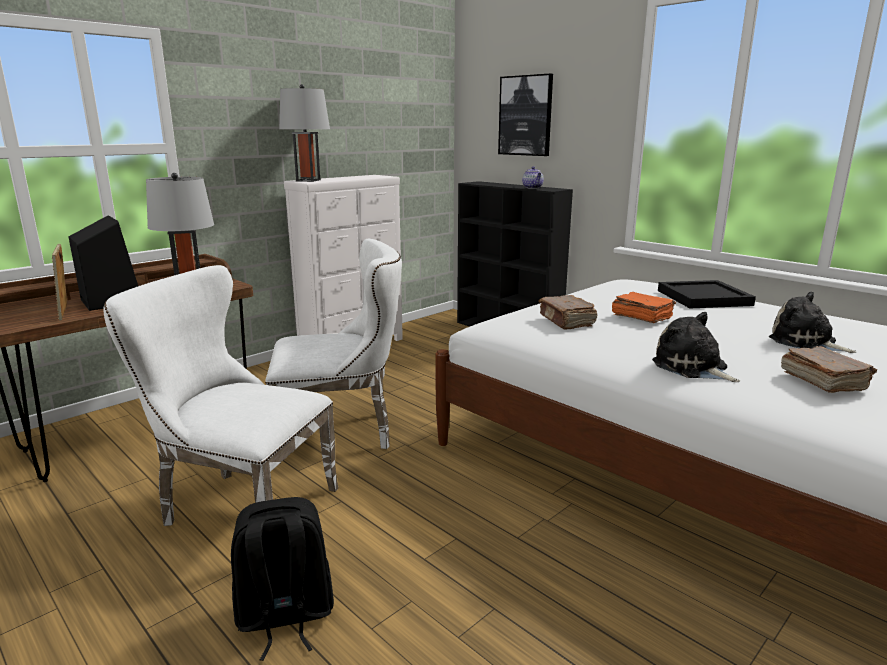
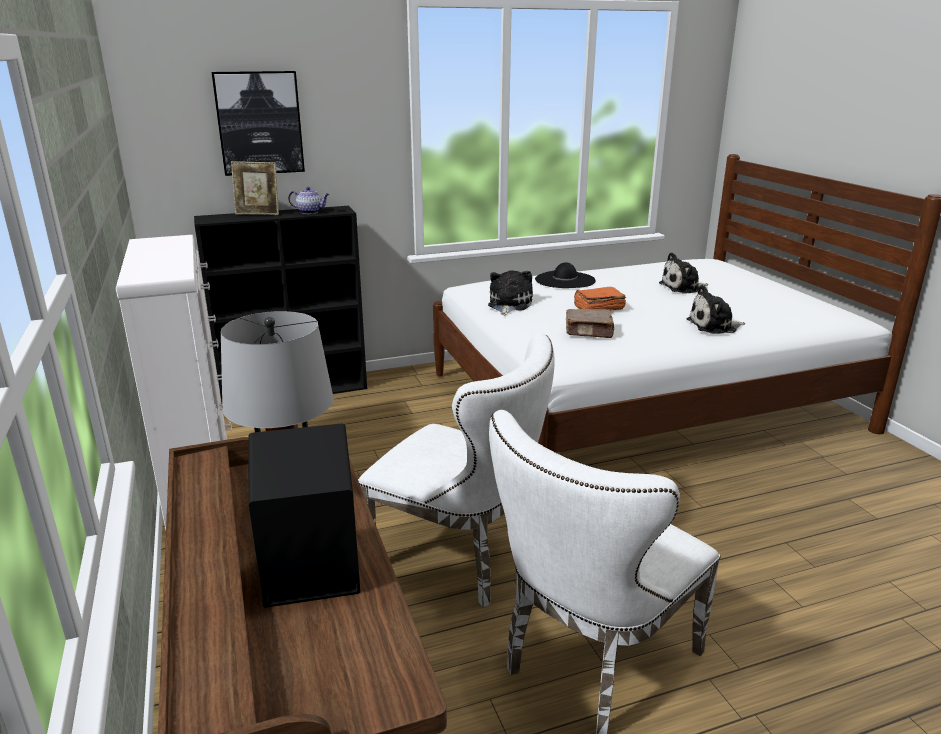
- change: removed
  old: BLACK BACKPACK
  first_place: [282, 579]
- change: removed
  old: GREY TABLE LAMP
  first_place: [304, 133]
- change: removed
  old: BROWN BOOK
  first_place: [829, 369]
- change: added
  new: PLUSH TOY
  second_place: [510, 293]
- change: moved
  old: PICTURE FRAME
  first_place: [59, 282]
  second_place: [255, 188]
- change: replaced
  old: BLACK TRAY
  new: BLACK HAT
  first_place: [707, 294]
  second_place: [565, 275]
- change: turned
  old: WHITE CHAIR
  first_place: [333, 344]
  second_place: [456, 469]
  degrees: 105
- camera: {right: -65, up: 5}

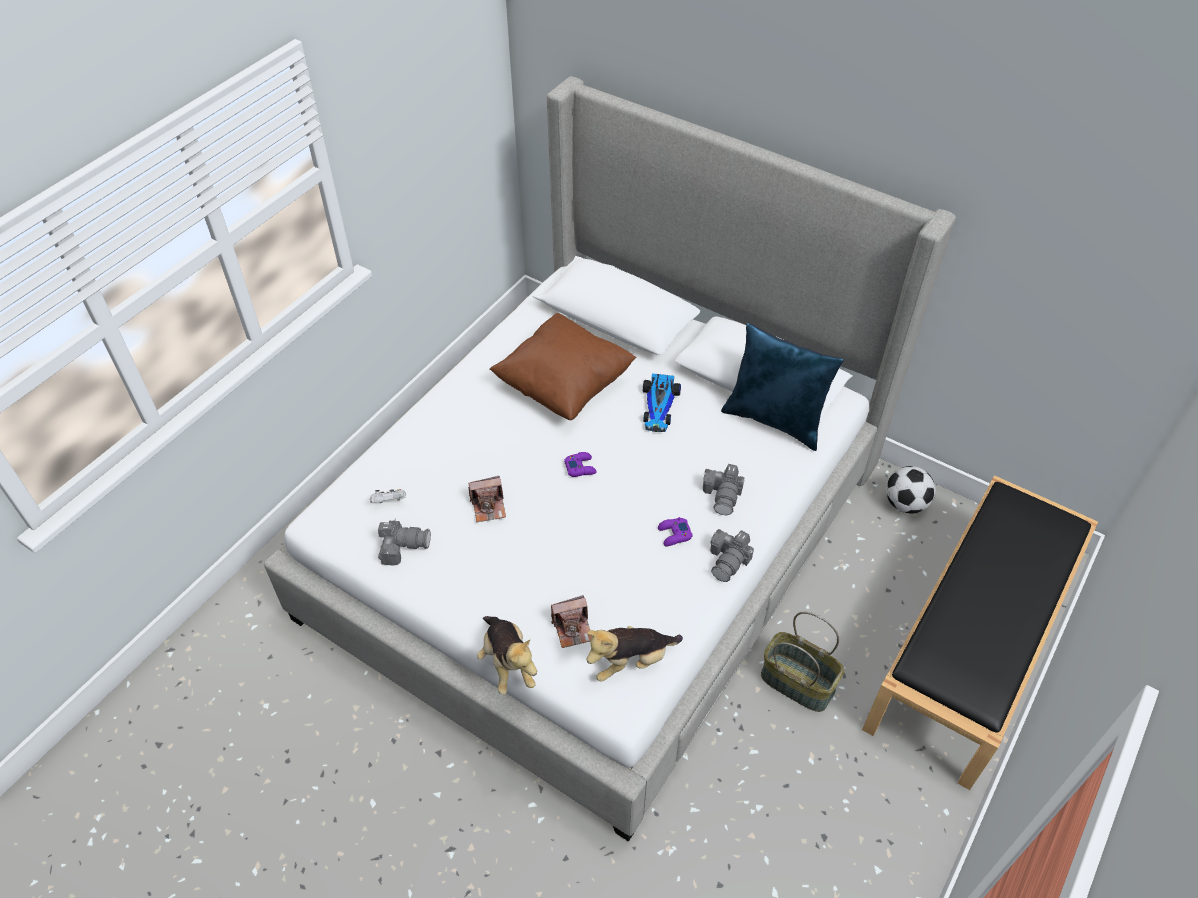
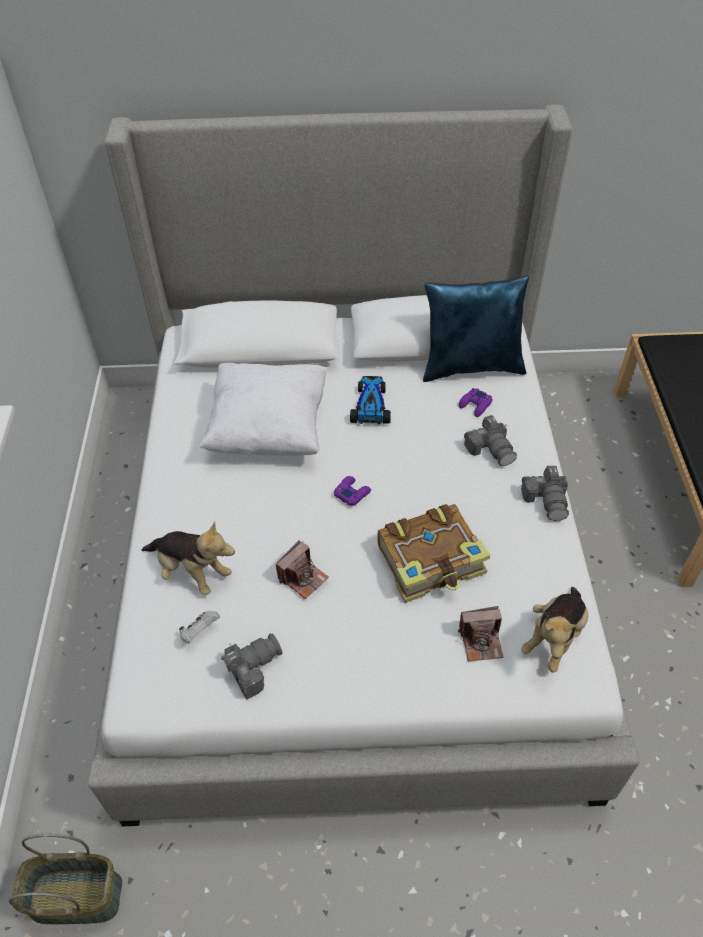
- change: removed
  old: FOOTBALL
  first_place: [911, 490]
- change: added
  new: BOOK
  second_place: [433, 553]
- change: moved
  old: PLUSH TOY
  first_place: [507, 655]
  second_place: [188, 558]
- change: moved
  old: PURPLE GAME CONTROLLER
  first_place: [675, 531]
  second_place: [475, 402]
- change: moved
  old: BASKET
  first_place: [802, 662]
  second_place: [65, 879]
- change: recoloured
  old: BROWN PILLOW
  new: WHITE PILLOW
  first_place: [563, 366]
  second_place: [263, 409]
- change: turned
  old: PHOTO CAMERA
  first_place: [571, 621]
  second_place: [480, 633]
  degrees: 45
- change: turned
  old: TOY CAR
  first_place: [661, 402]
  second_place: [370, 400]
  degrees: -150
- camera: {right: -35, up: 0}

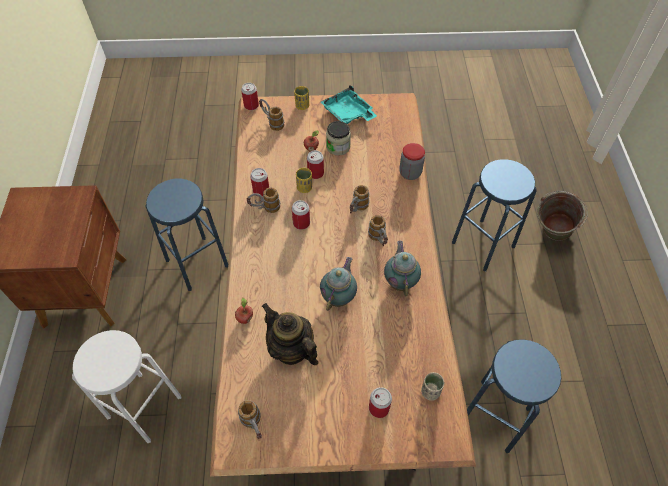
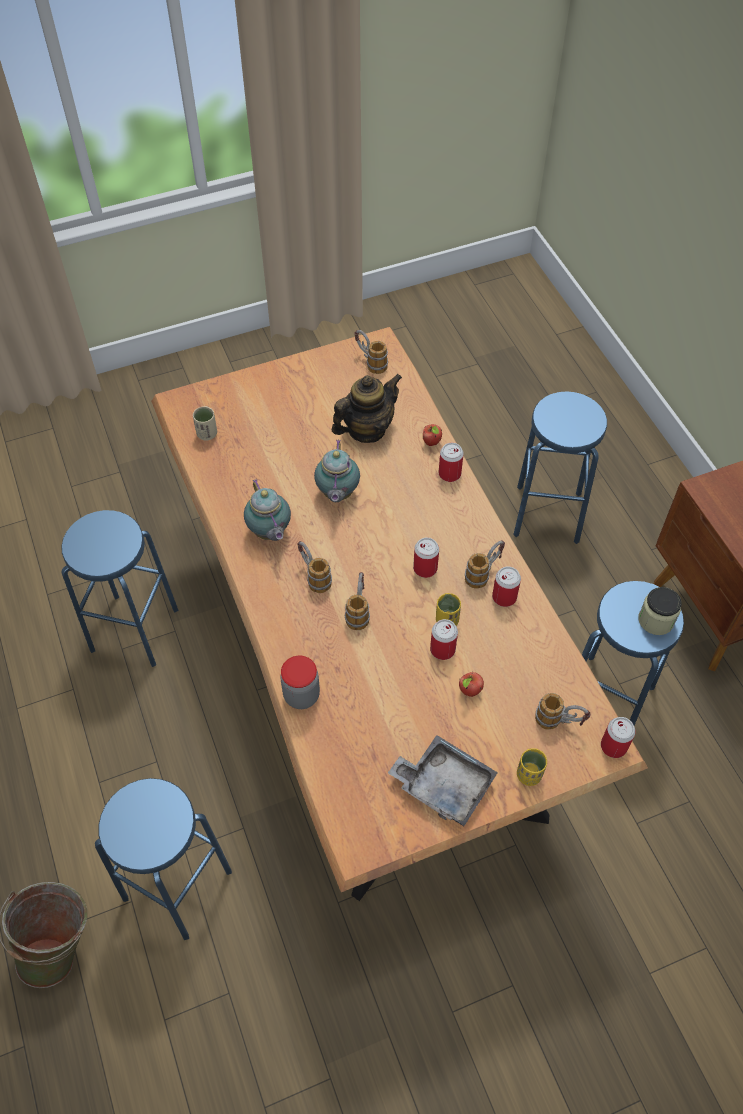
- change: moved
  old: JAR
  first_place: [338, 138]
  second_place: [660, 611]
- change: moved
  old: CAN
  first_place: [380, 402]
  second_place: [451, 462]
- change: recoloured
  old: WHITE STOOL
  new: BLUE STOOL
  first_place: [126, 386]
  second_place: [560, 467]
- change: recoloured
  old: TURQUOISE TRAY
  new: GREY TRAY
  first_place: [349, 104]
  second_place: [443, 780]
- change: turned
  old: TEAPOT
  first_place: [290, 334]
  second_place: [367, 408]
  degrees: -60
- camera: {right: 160, up: 0}

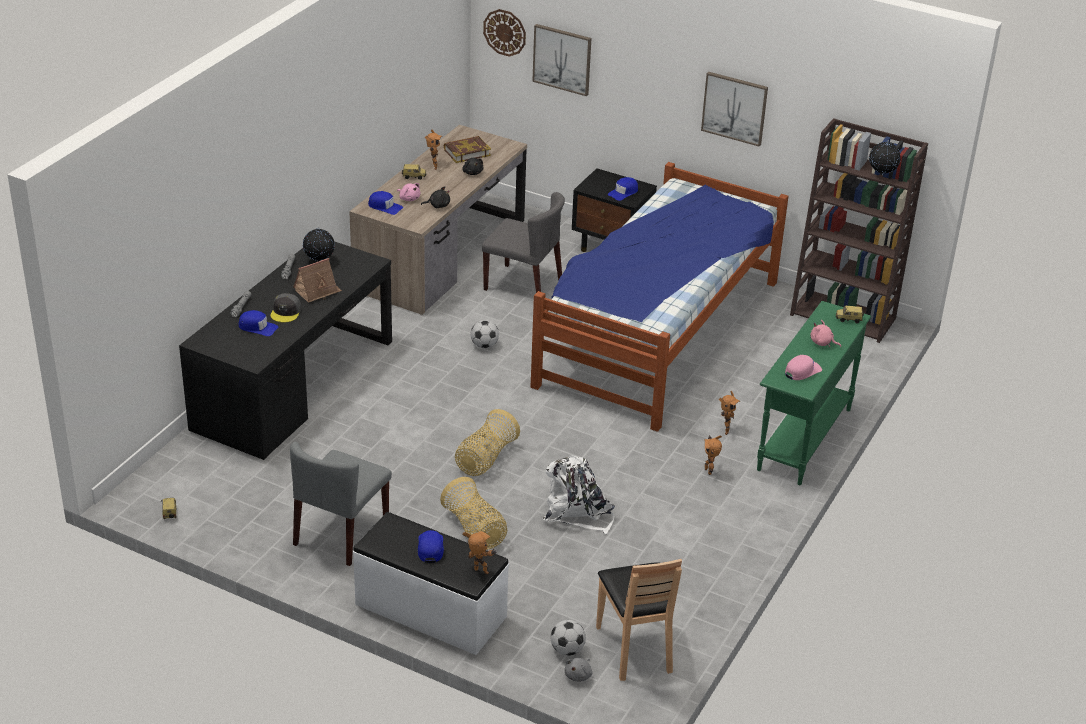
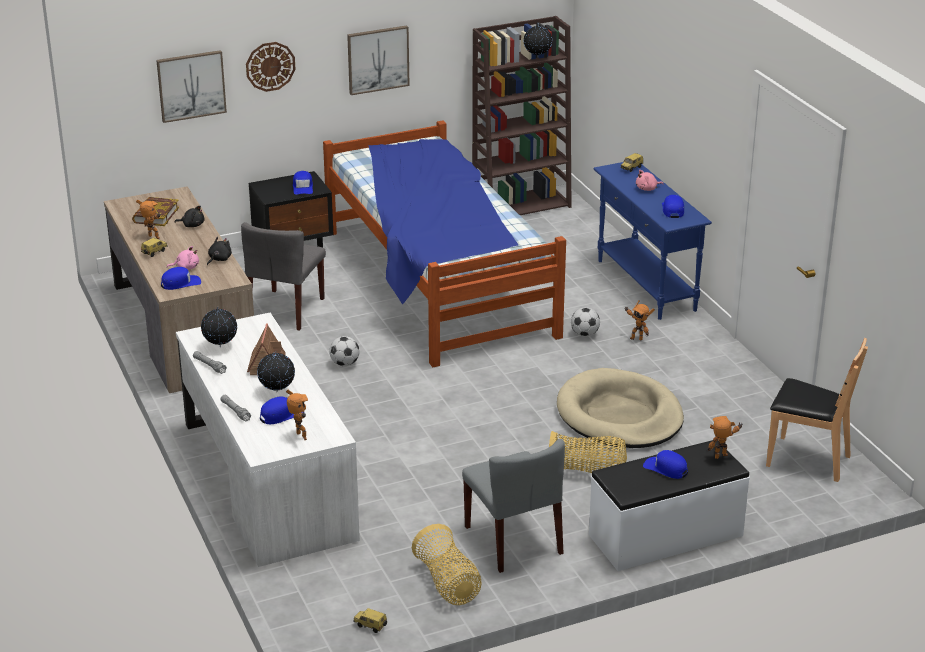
- change: removed
  old: GREY PLUSH TOY
  first_place: [578, 670]
- change: moved
  old: BASKET
  first_place: [487, 442]
  second_place: [446, 564]
- change: moved
  old: WALL CLOCK
  first_place: [504, 33]
  second_place: [271, 67]
- change: moved
  old: FOOTBALL
  first_place: [568, 638]
  second_place: [585, 322]
- change: moved
  old: TOY ROBOT
  first_place: [729, 413]
  second_place: [297, 415]
- change: replaced
  old: GREY CAP
  new: GLOBE
  first_place: [286, 307]
  second_place: [276, 371]
- change: replaced
  old: WHITE BACKPACK
  new: BEIGE DOG BED
  first_place: [579, 494]
  second_place: [620, 408]
- change: recoloured
  old: BLACK DESK
  new: WHITE DESK
  first_place: [285, 350]
  second_place: [268, 440]
- change: recoloured
  old: GREEN CONSOLE TABLE
  new: BLUE CONSOLE TABLE
  first_place: [814, 393]
  second_place: [652, 241]
- change: recoloured
  old: PINK CAP
  new: BLUE CAP
  first_place: [803, 367]
  second_place: [673, 206]
- change: turned
  old: GREY CHAIR
  first_place: [523, 242]
  second_place: [283, 276]
  degrees: 135
- camera: {right: -50, up: -5}

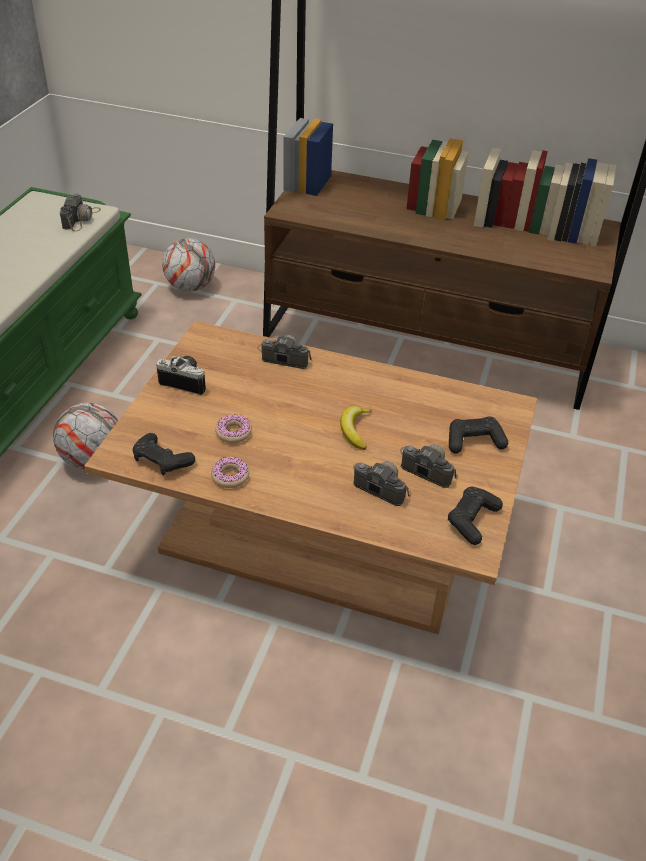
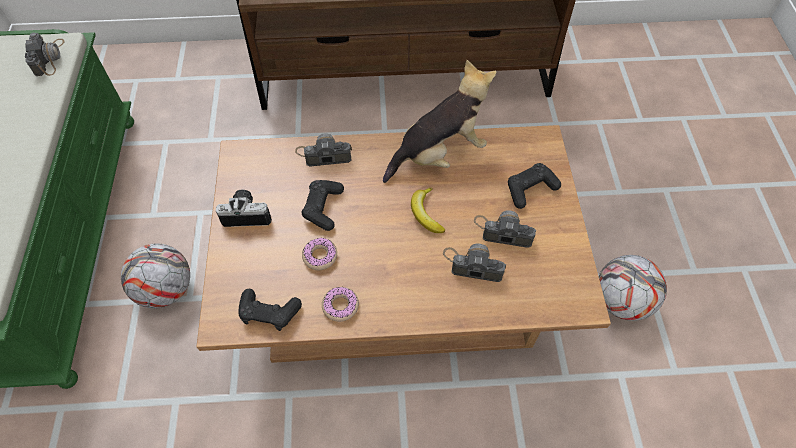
- change: added
  new: PLUSH TOY
  second_place: [439, 121]
- change: moved
  old: FOOTBALL
  first_place: [188, 264]
  second_place: [633, 288]
- change: moved
  old: BLACK GAME CONTROLLER
  first_place: [475, 515]
  second_place: [322, 205]
- camera: {right: -20, up: 15}

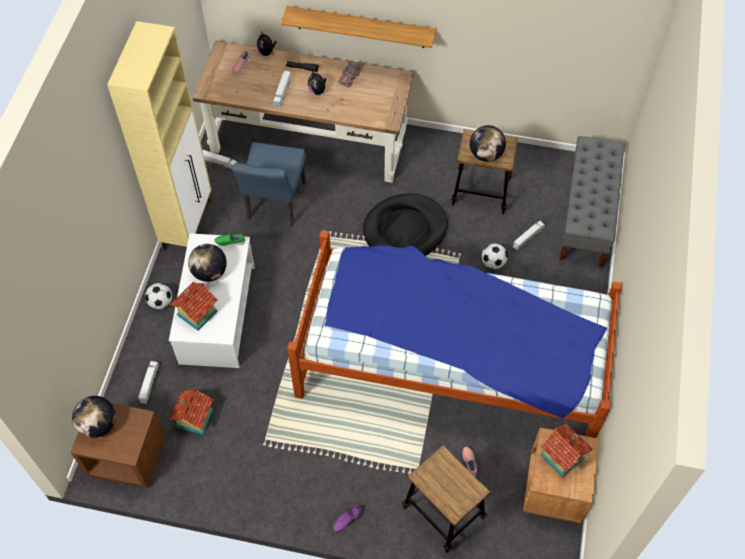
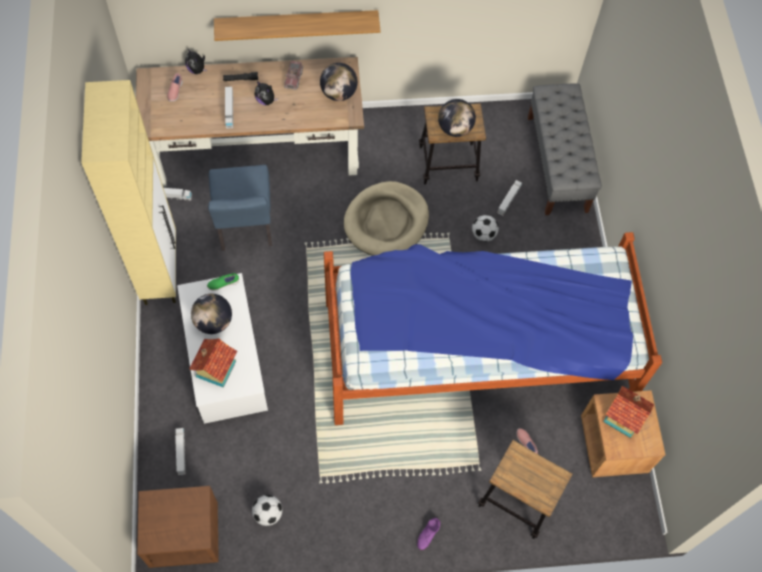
- change: removed
  old: TOY HOUSE
  first_place: [191, 411]
- change: moved
  old: GLOBE
  first_place: [94, 417]
  second_place: [339, 82]
- change: moved
  old: FOOTBALL
  first_place: [158, 296]
  second_place: [267, 510]
- change: recoloured
  old: BLACK DOG BED
  new: BEIGE DOG BED
  first_place: [405, 224]
  second_place: [386, 218]
- camera: {right: -20, up: 5}

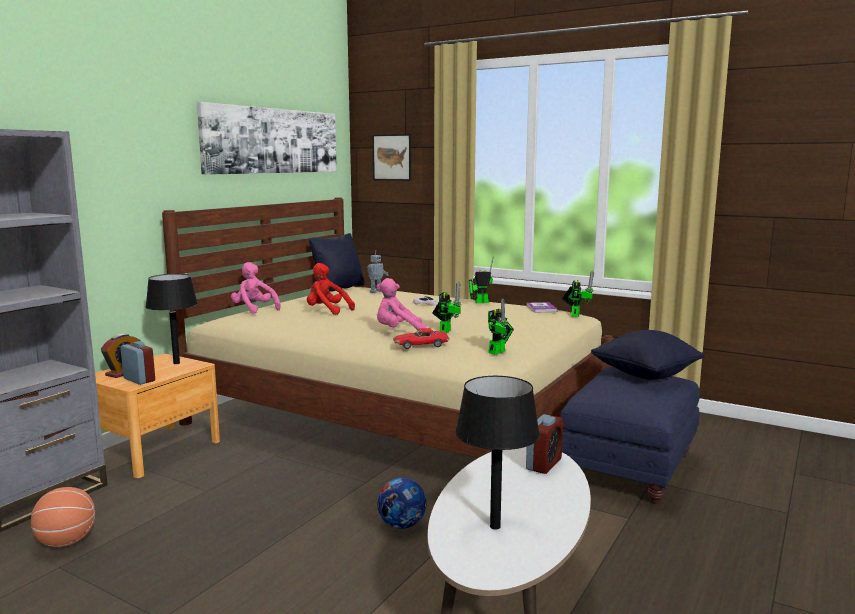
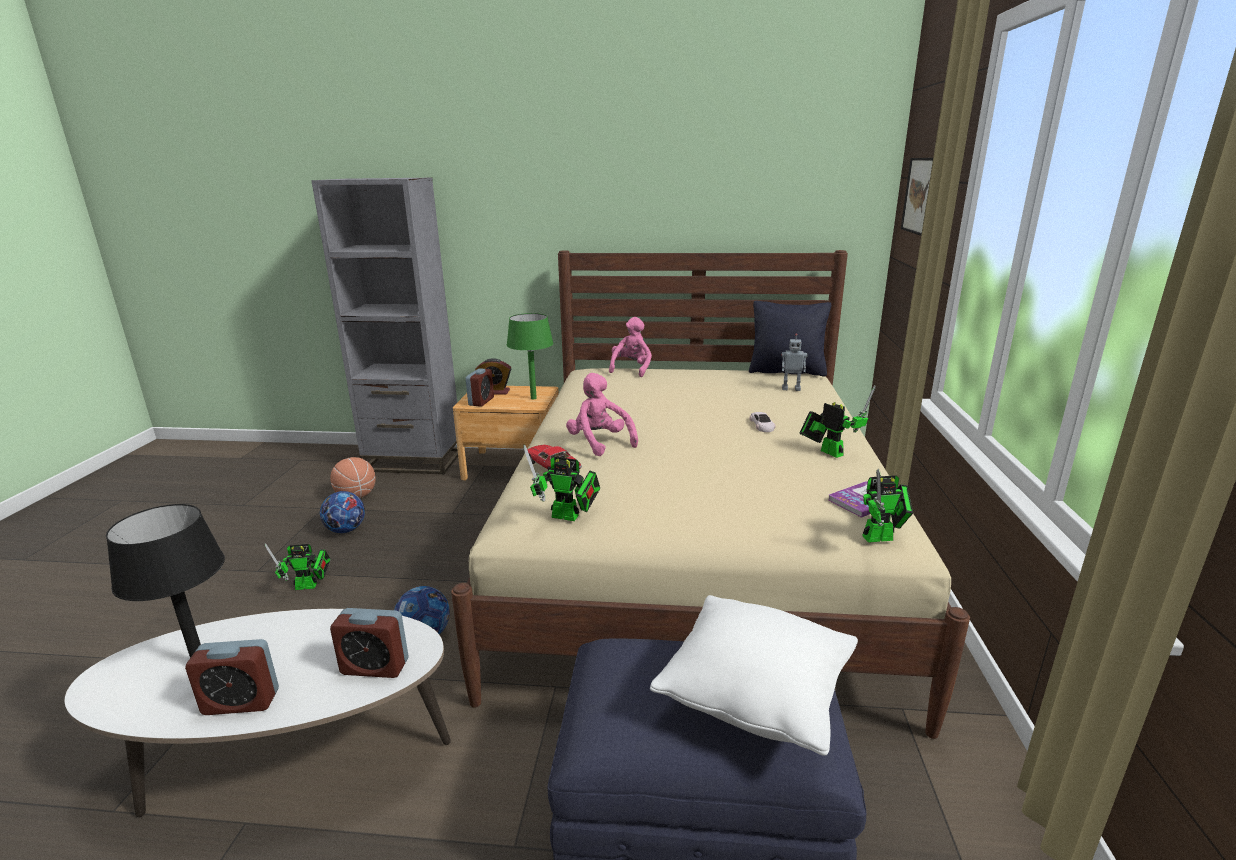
- change: removed
  old: PICTURE
  first_place: [267, 138]
- change: removed
  old: RED PLUSH TOY
  first_place: [331, 289]
- change: added
  new: ALARM CLOCK
  second_place: [232, 677]
- change: added
  new: FOOTBALL
  second_place: [342, 512]
- change: moved
  old: TOY ROBOT
  first_place: [447, 307]
  second_place: [297, 567]
- change: recoloured
  old: BLACK TABLE LAMP
  new: GREEN TABLE LAMP
  first_place: [172, 319]
  second_place: [530, 356]
- change: recoloured
  old: BLACK PILLOW
  new: WHITE PILLOW
  first_place: [648, 355]
  second_place: [754, 675]
- camera: {right: 65, up: 10}

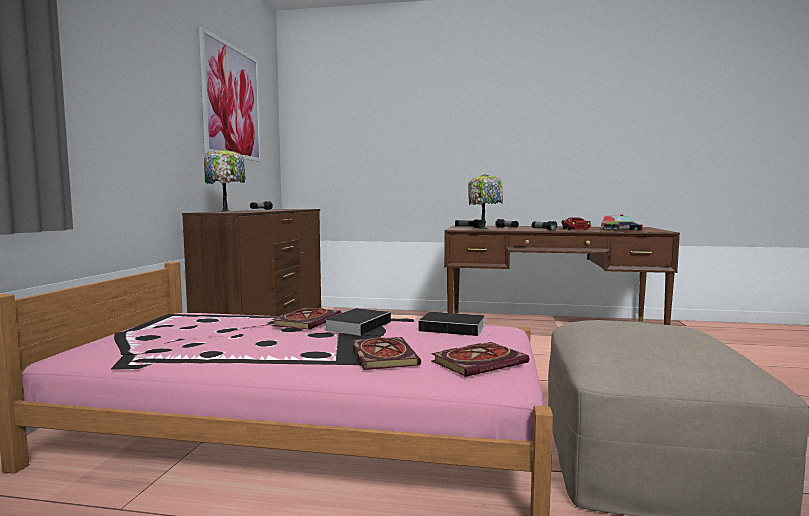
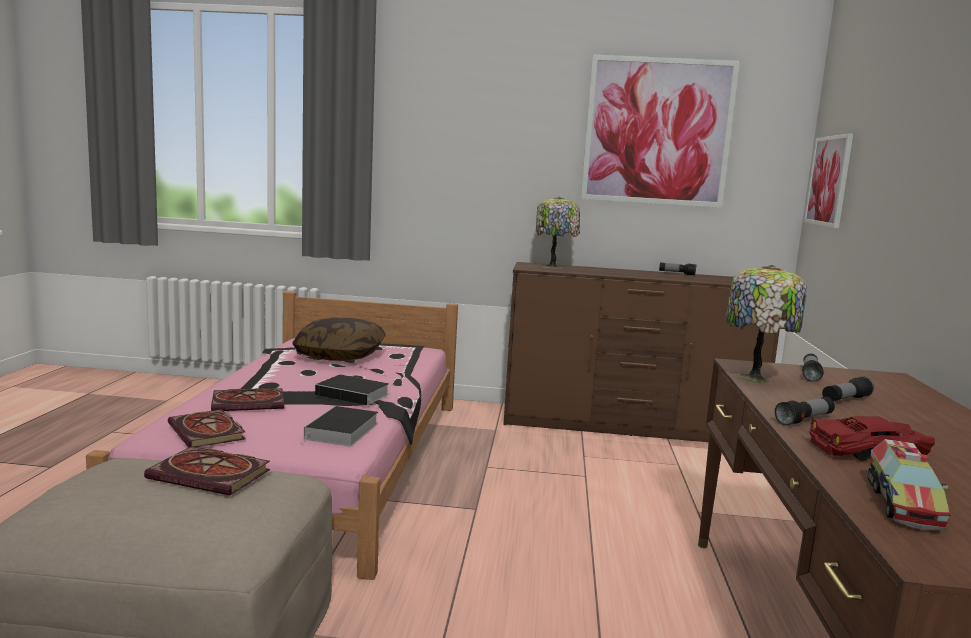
- change: added
  new: PILLOW
  second_place: [339, 339]
- change: added
  new: PICTURE
  second_place: [828, 180]
- change: moved
  old: BOOK
  first_place: [307, 318]
  second_place: [207, 471]
- camera: {right: 85, up: 5}

